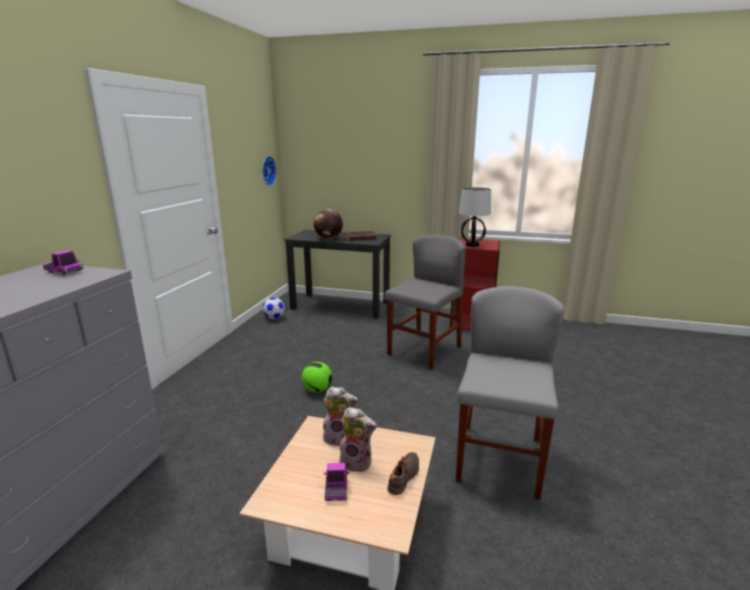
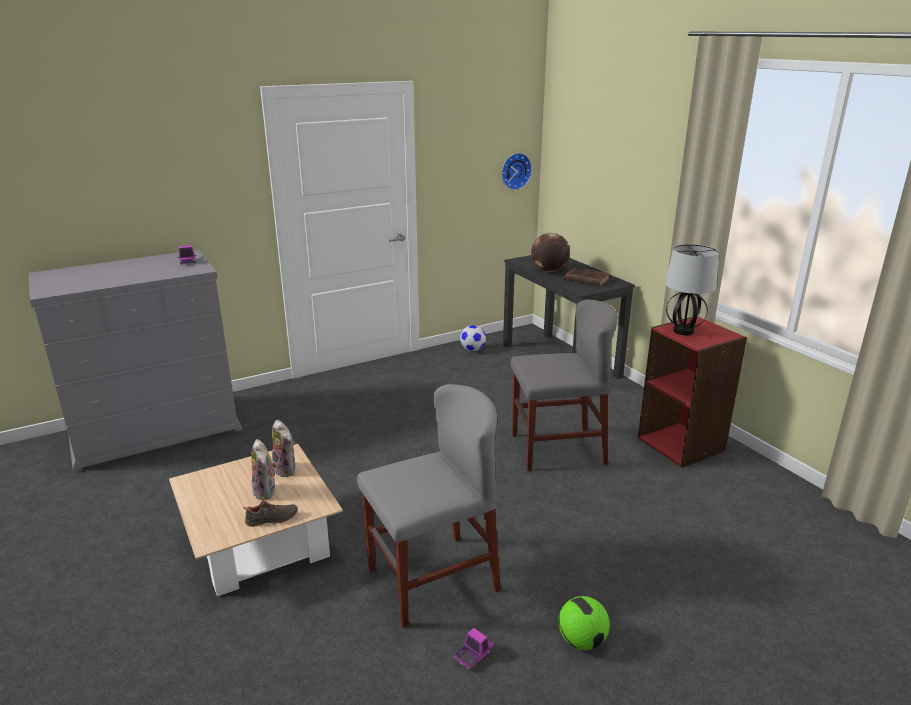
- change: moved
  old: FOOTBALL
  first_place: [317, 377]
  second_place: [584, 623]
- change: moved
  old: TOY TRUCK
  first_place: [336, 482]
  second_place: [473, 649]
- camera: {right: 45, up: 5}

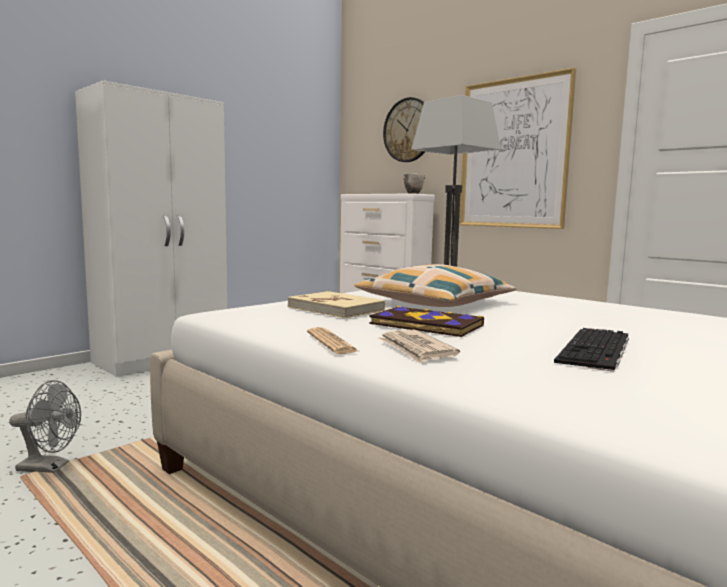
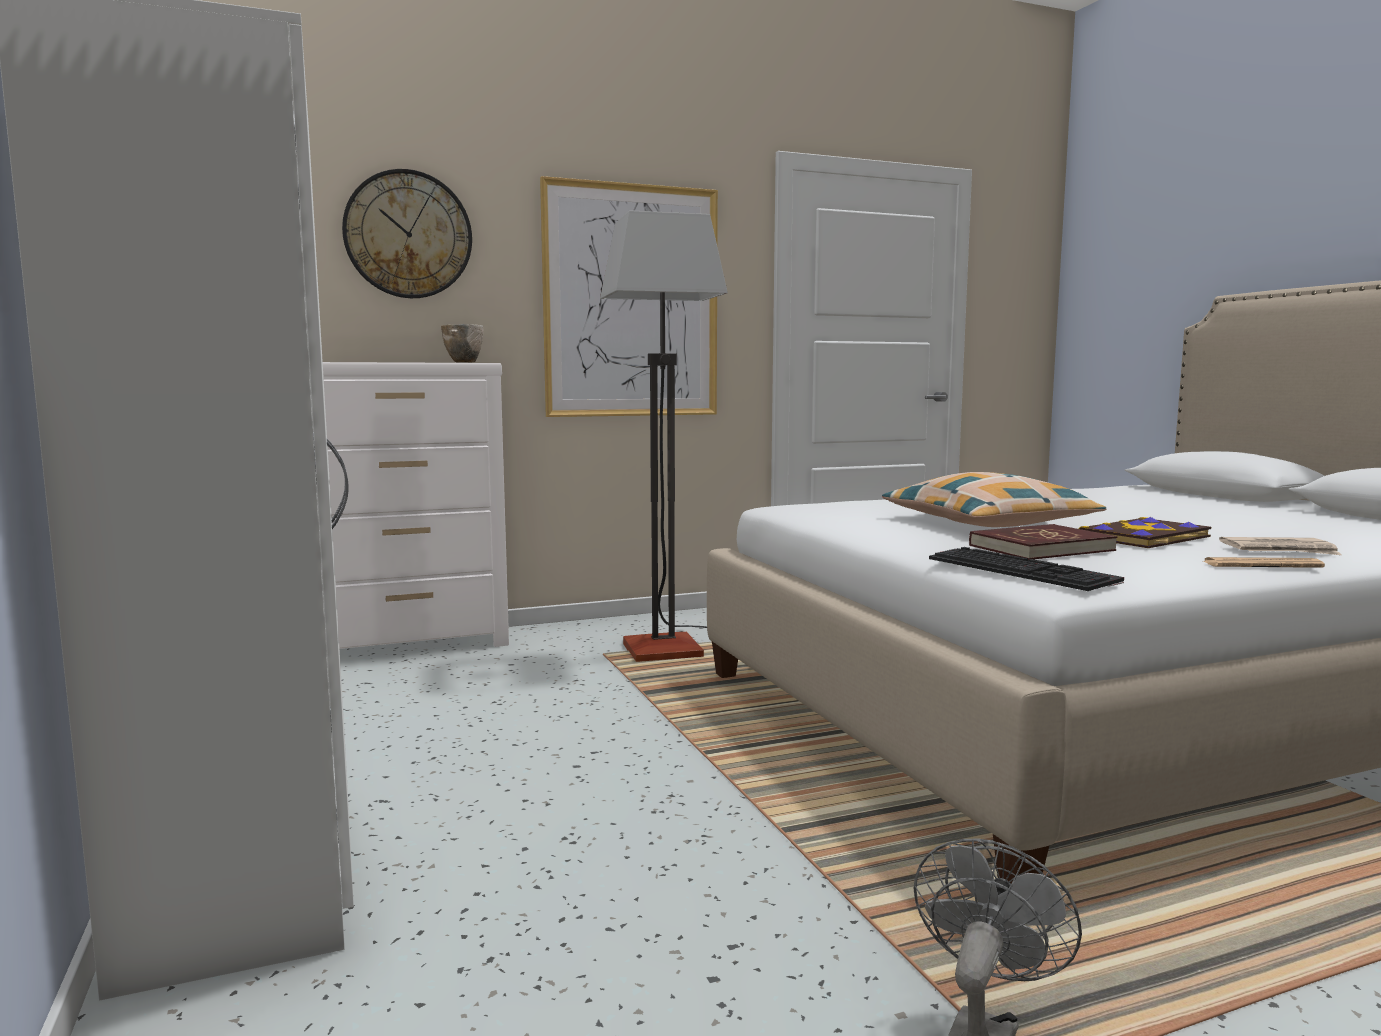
- change: moved
  old: KEYBOARD
  first_place: [591, 350]
  second_place: [1026, 569]
- change: recoloured
  old: BEIGE BOOK
  new: RED BOOK
  first_place: [336, 304]
  second_place: [1043, 542]
- camera: {right: -65, up: 0}

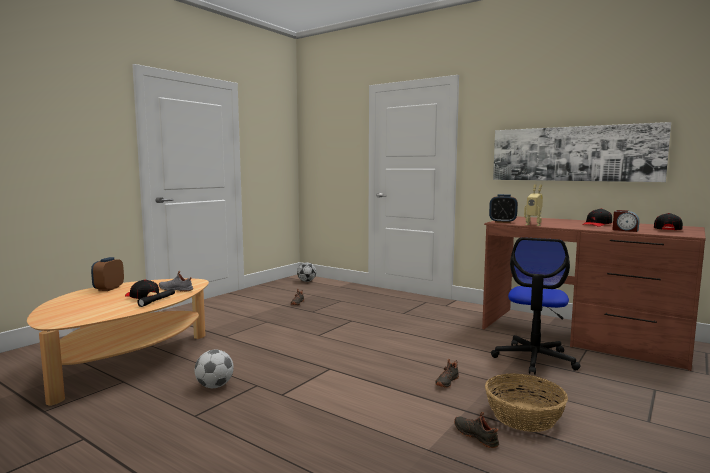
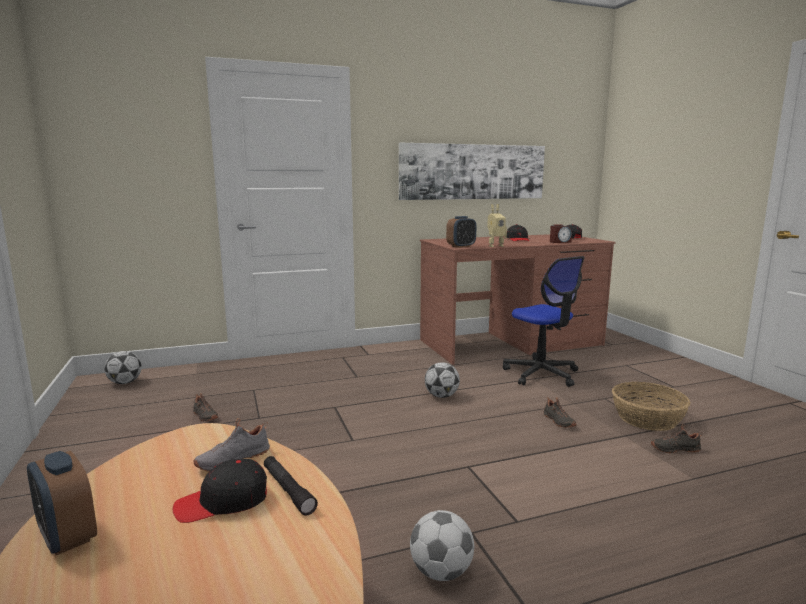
- change: added
  new: FOOTBALL
  second_place: [442, 380]
- camera: {right: -55, up: 5}

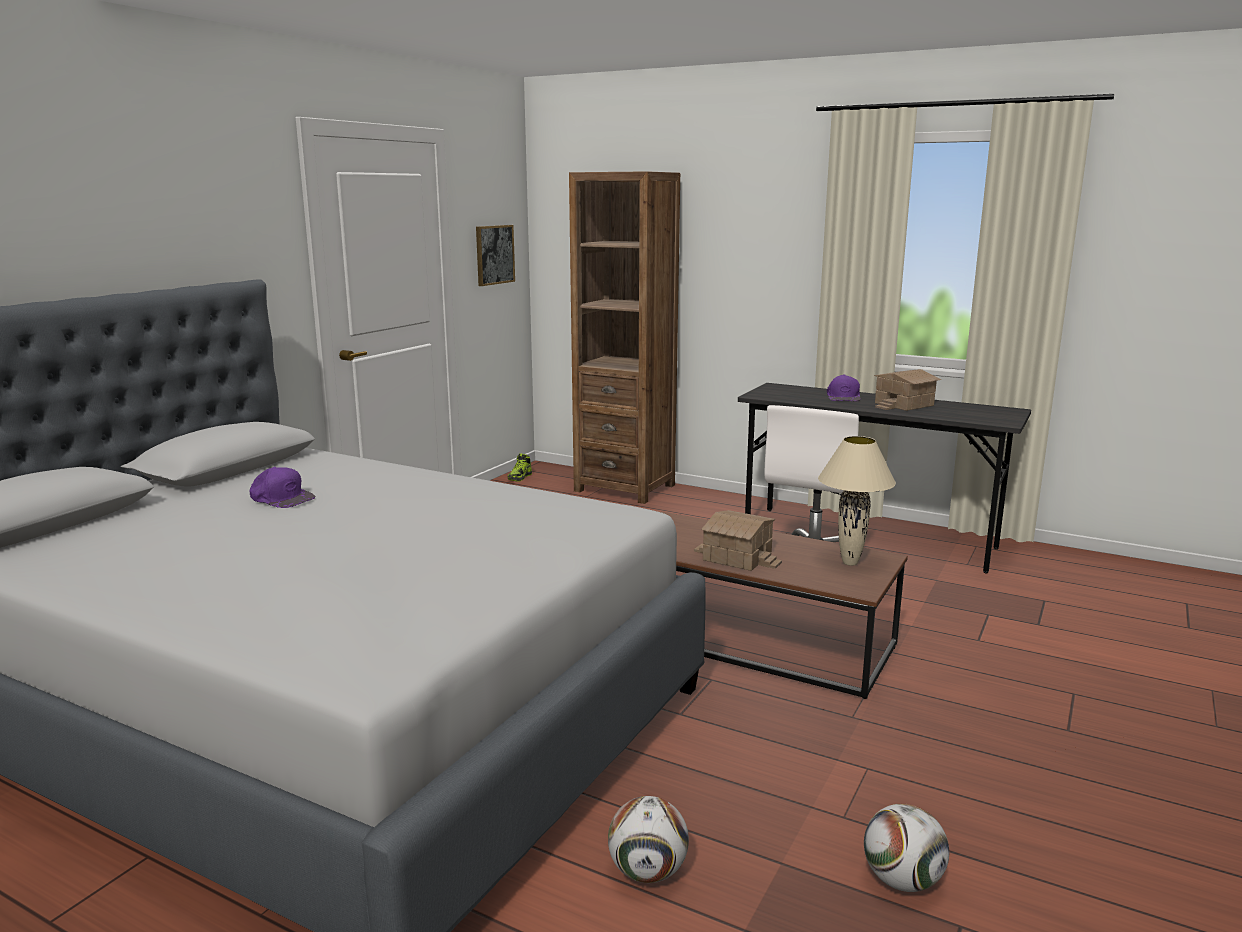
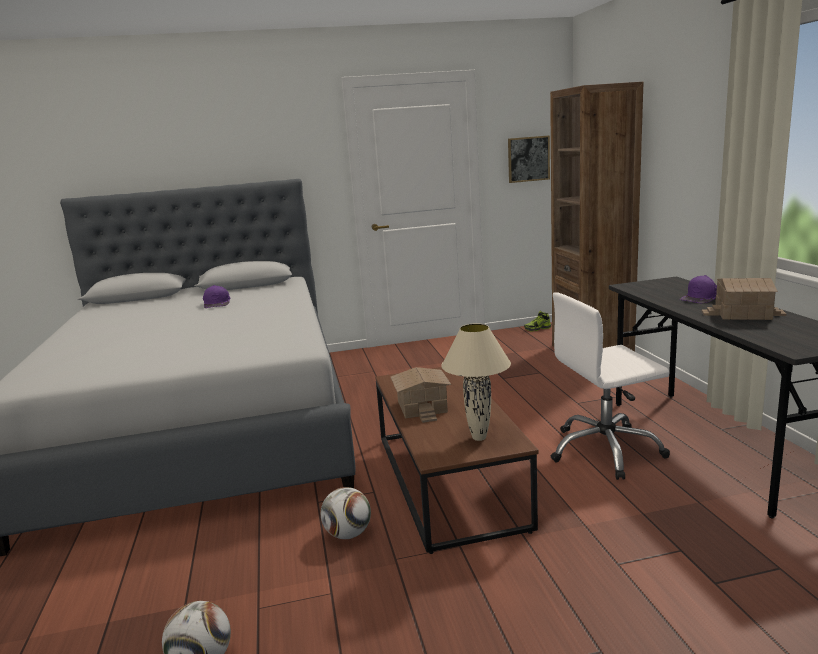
- change: moved
  old: FOOTBALL
  first_place: [648, 839]
  second_place: [346, 513]
- camera: {right: 50, up: 0}

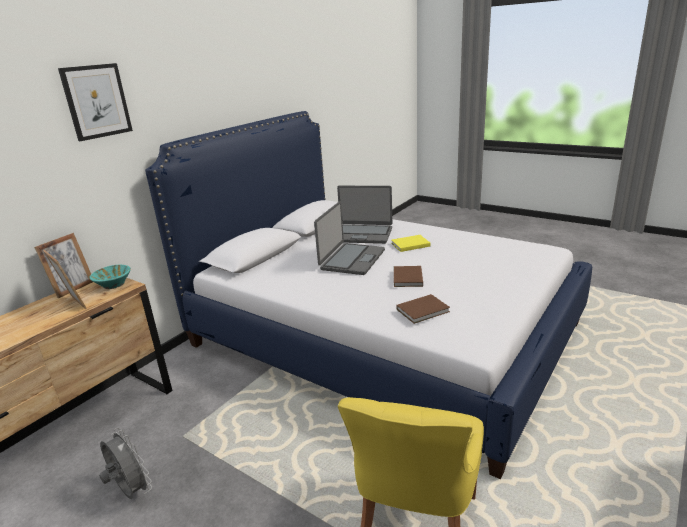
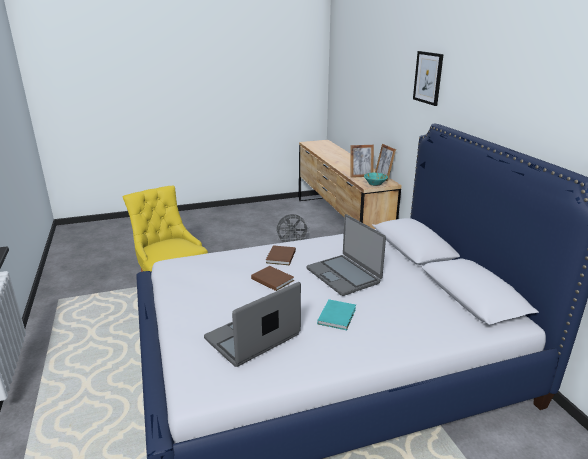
- change: moved
  old: LAPTOP
  first_place: [364, 215]
  second_place: [252, 324]
- change: moved
  old: BROWN BOOK
  first_place: [423, 309]
  second_place: [281, 255]
- change: recoloured
  old: YELLOW BOOK
  new: TURQUOISE BOOK
  first_place: [410, 243]
  second_place: [336, 314]
- camera: {right: 125, up: 0}

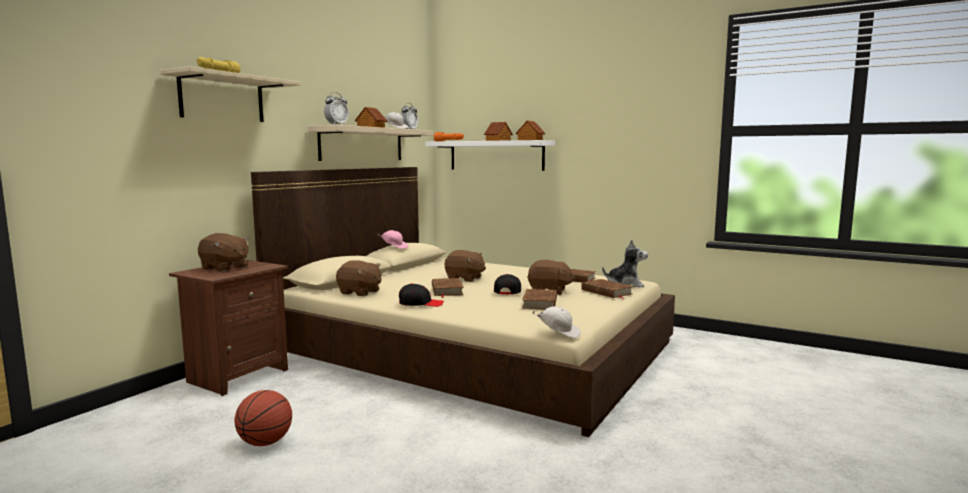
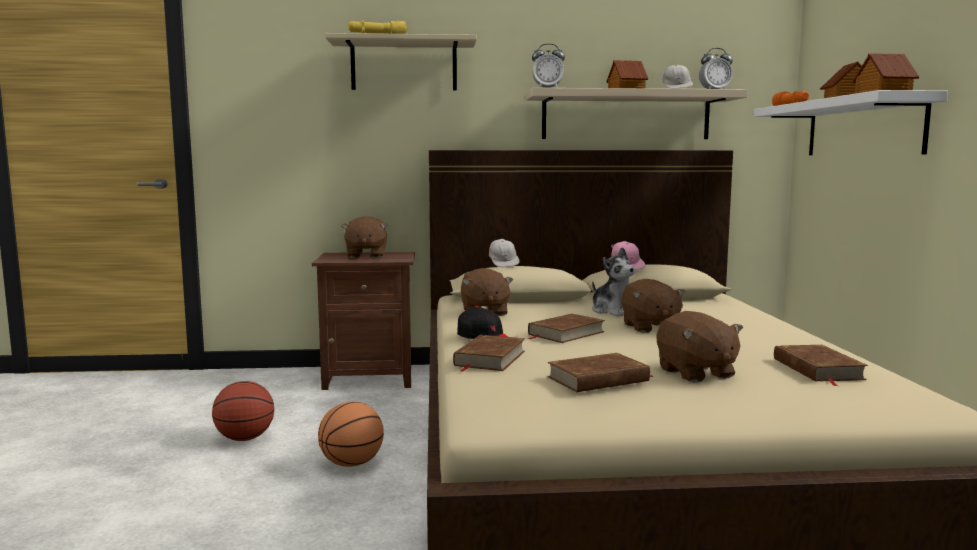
- change: removed
  old: BLACK CAP
  first_place: [507, 284]
- change: added
  new: BASKETBALL
  second_place: [351, 434]
- change: moved
  old: WHITE CAP
  first_place: [556, 323]
  second_place: [504, 253]
- change: moved
  old: BROWN BOOK
  first_place: [607, 289]
  second_place: [489, 353]
- change: moved
  old: PLUSH TOY
  first_place: [625, 263]
  second_place: [613, 282]
- camera: {right: 55, up: 0}

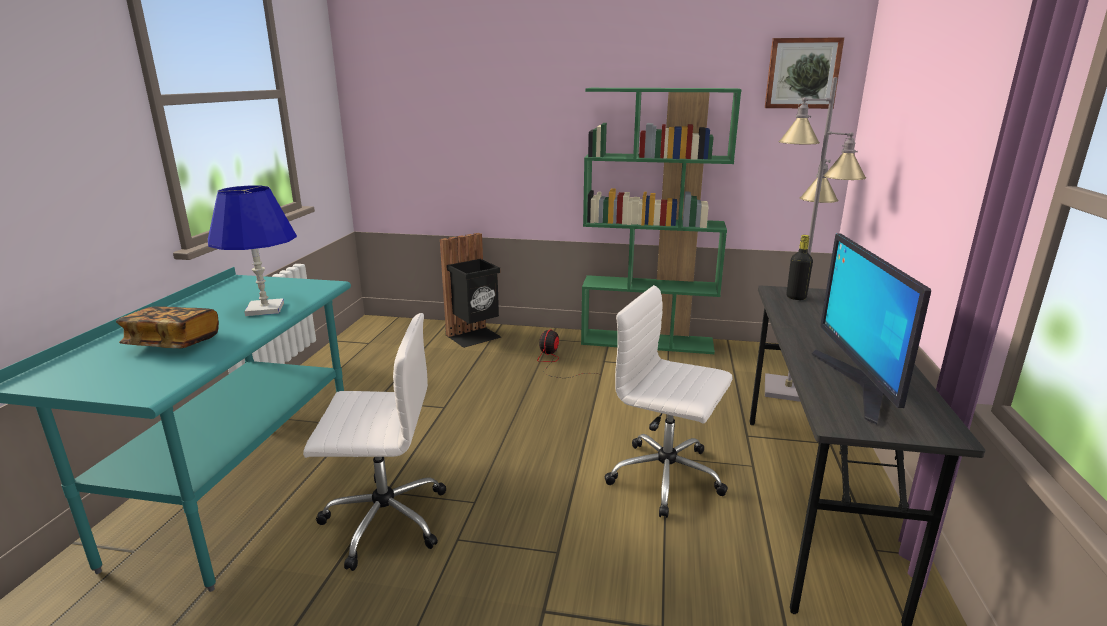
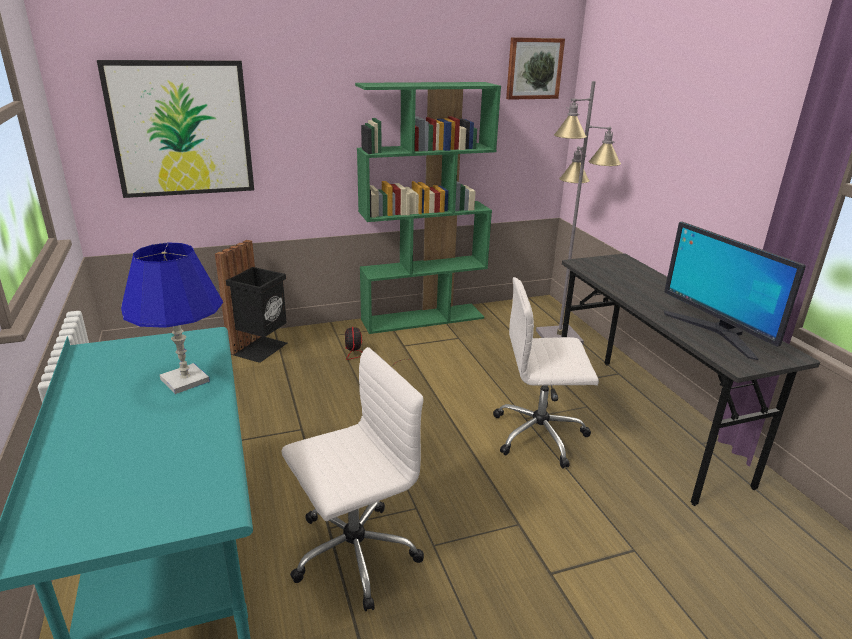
- change: removed
  old: BOOK
  first_place: [167, 327]
- change: removed
  old: BLACK BOTTLE
  first_place: [800, 267]
- change: added
  new: PICTURE
  second_place: [175, 129]
- camera: {right: -30, up: 5}

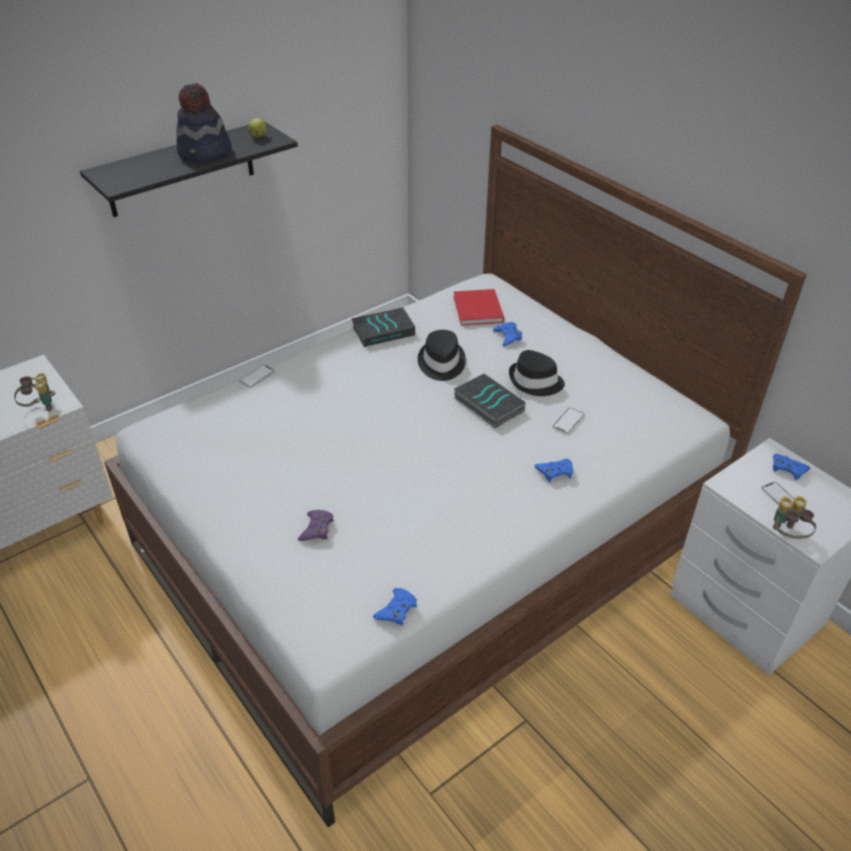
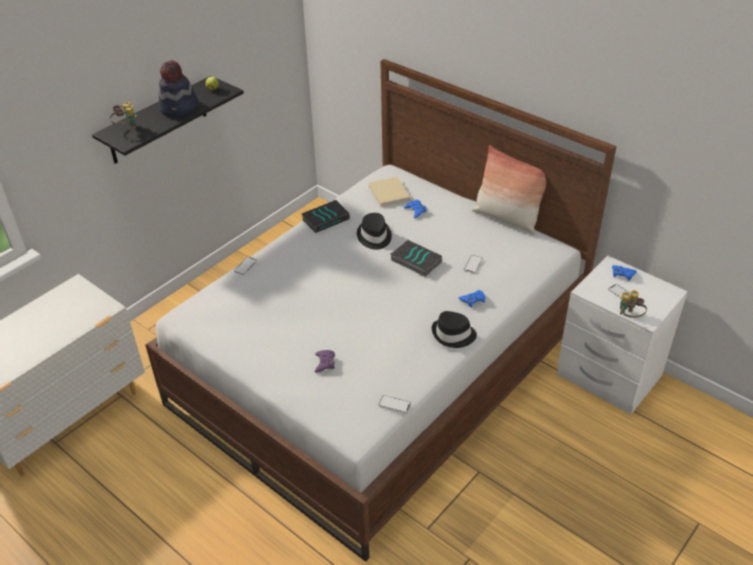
- change: added
  new: PILLOW
  second_place: [509, 189]
- change: moved
  old: BINOCULARS
  first_place: [34, 392]
  second_place: [123, 116]
- change: moved
  old: BLACK HAT
  first_place: [537, 373]
  second_place: [454, 329]
- change: replaced
  old: BLUE GAME CONTROLLER
  new: PHONE
  first_place: [395, 607]
  second_place: [394, 404]
- change: recoloured
  old: RED BOOK
  new: BEIGE BOOK
  first_place: [478, 307]
  second_place: [389, 192]
- camera: {right: -10, up: 0}

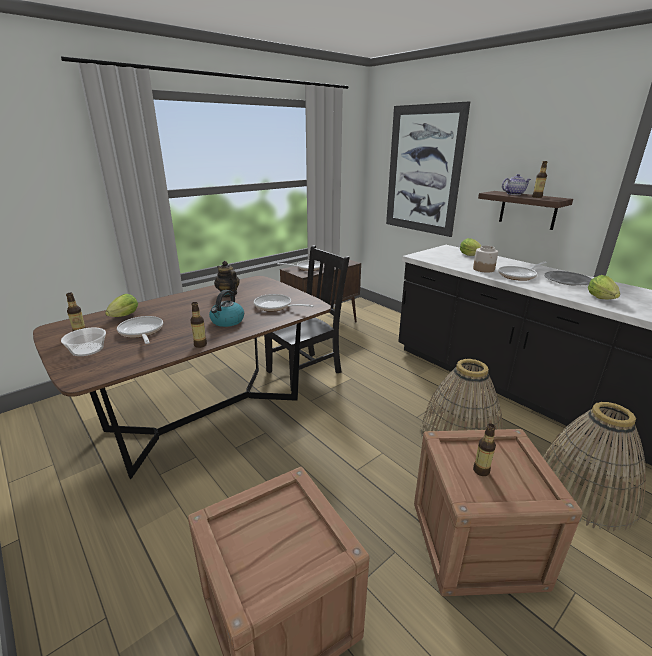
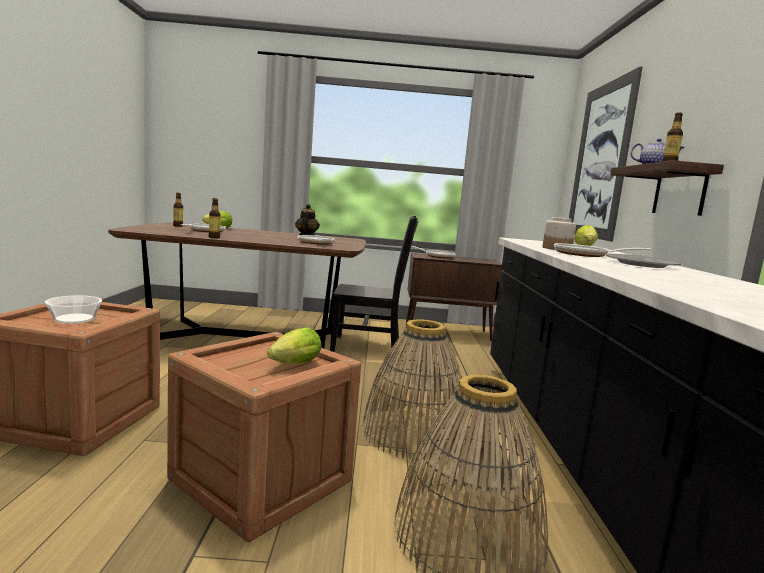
- change: removed
  old: KETTLE
  first_place: [226, 308]
- change: removed
  old: BOTTLE
  first_place: [484, 449]
- change: moved
  old: BOWL
  first_place: [83, 342]
  second_place: [73, 309]
- change: moved
  old: LETTUCE
  first_place: [604, 287]
  second_place: [294, 345]
- camera: {right: 40, up: -15}

